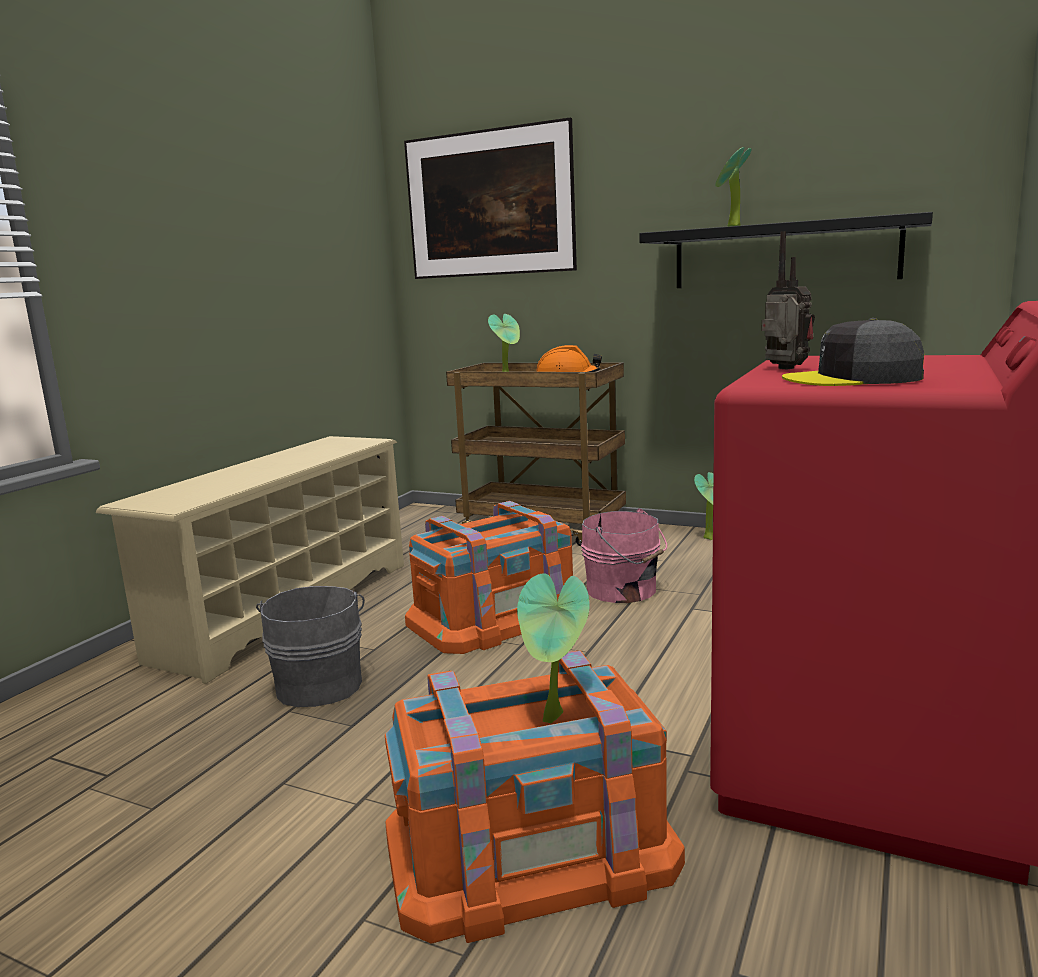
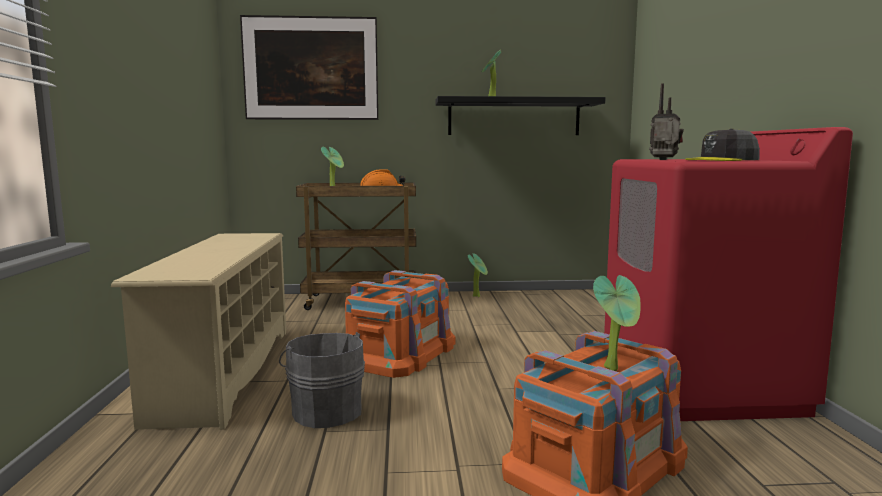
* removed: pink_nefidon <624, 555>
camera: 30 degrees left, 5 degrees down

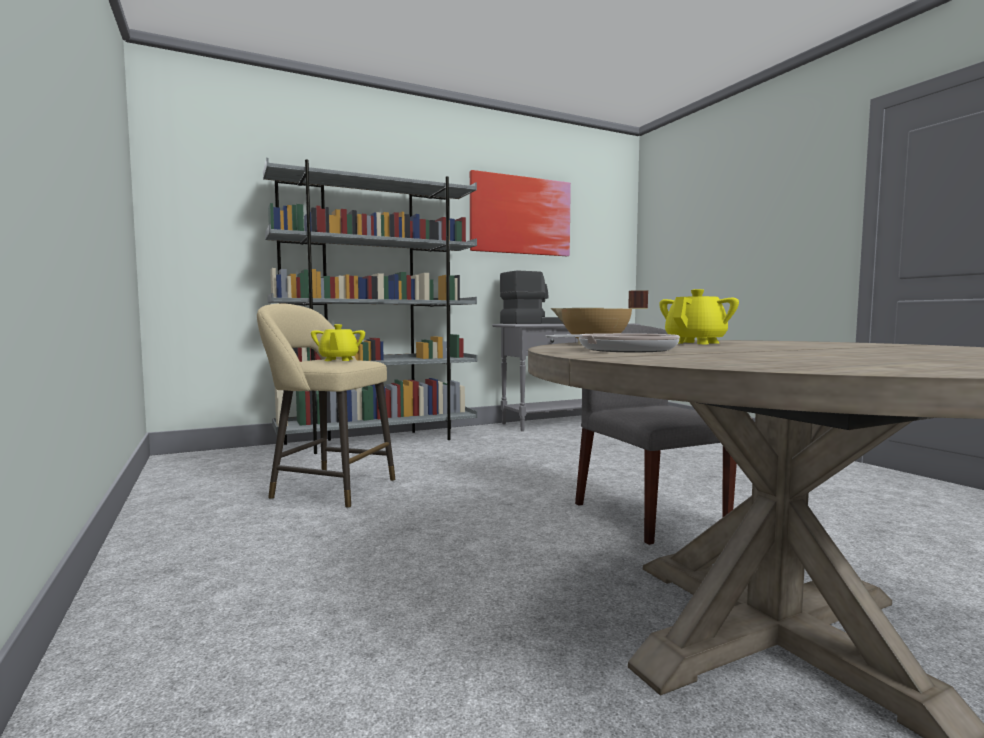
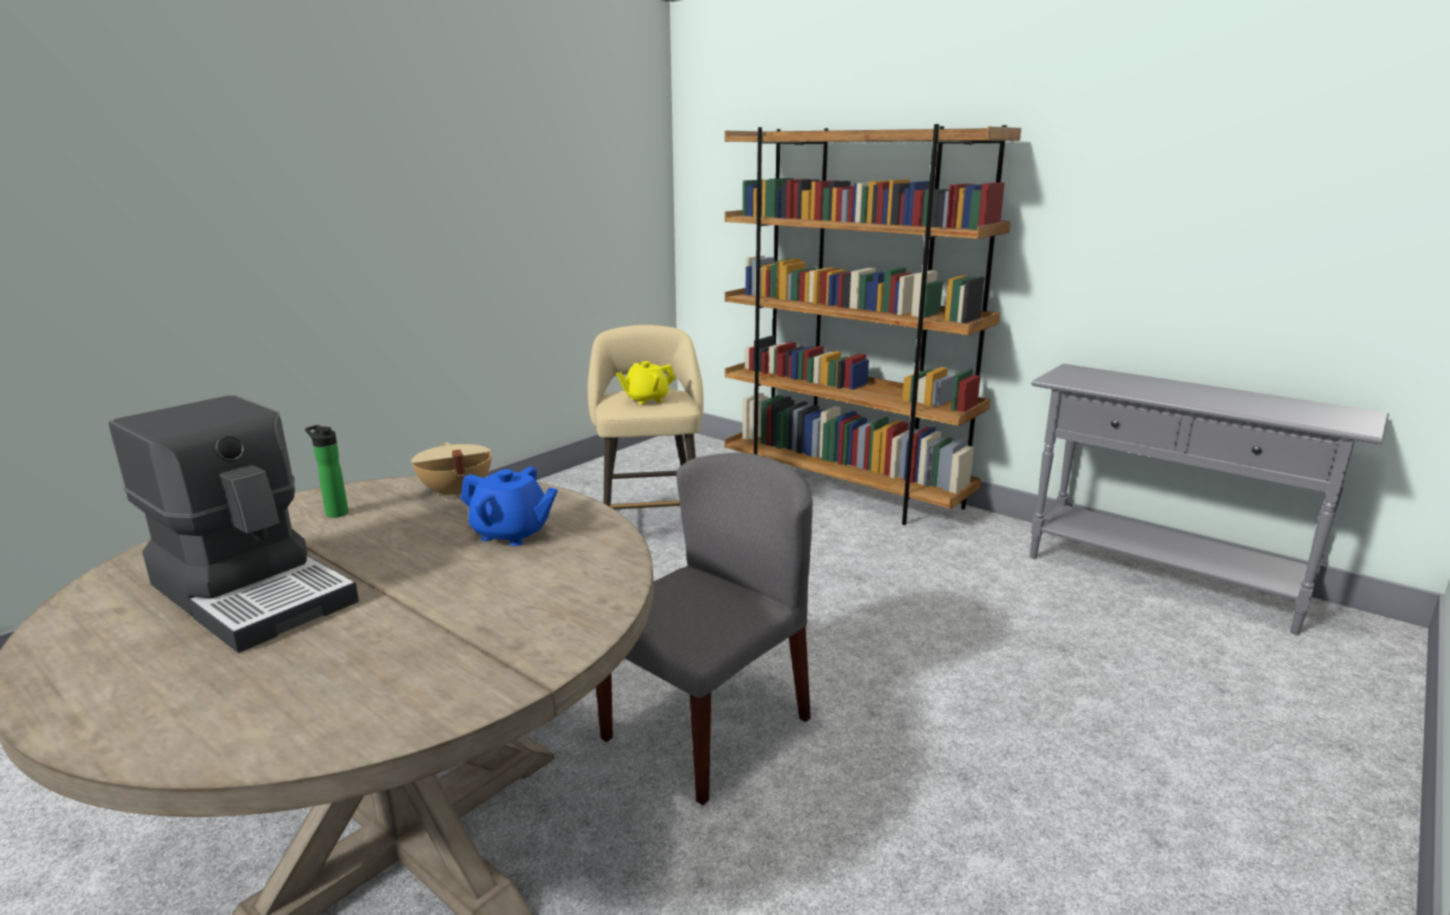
* removed: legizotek <520, 213>
* moved: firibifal <531, 297> to <234, 524>
* replaced: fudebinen <613, 342> to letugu <326, 471>
* recoloured: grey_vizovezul <370, 306> to brown_vizovezul <873, 324>
* recoloured: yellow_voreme <699, 316> to blue_voreme <509, 506>
camera: 65 degrees right, 15 degrees up

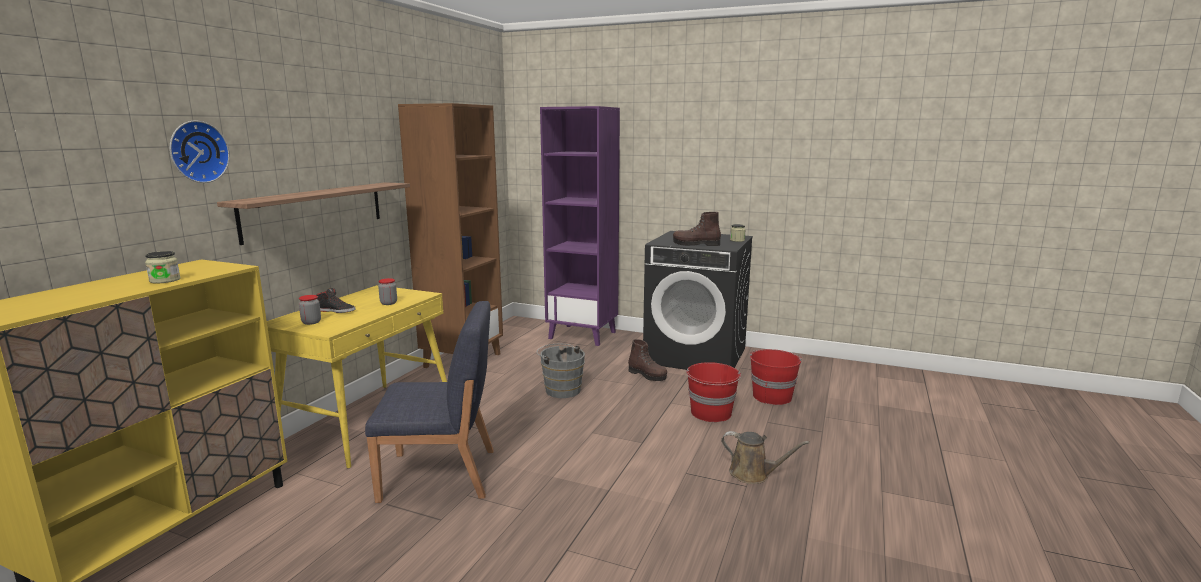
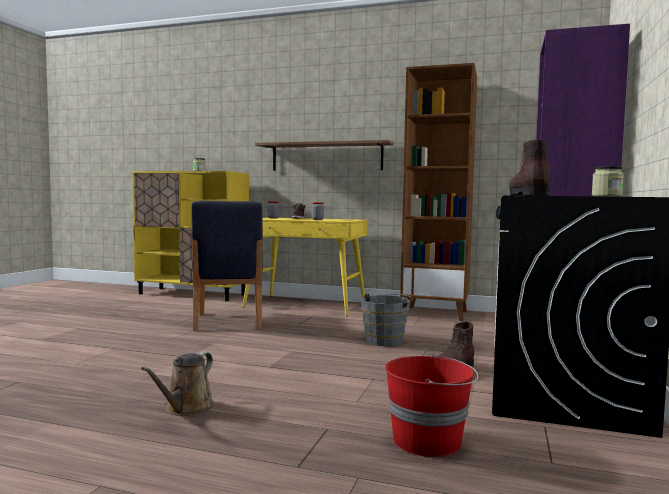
* removed: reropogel <200, 151>
* removed: red_nefidon <713, 392>
camera: 85 degrees right, 10 degrees down

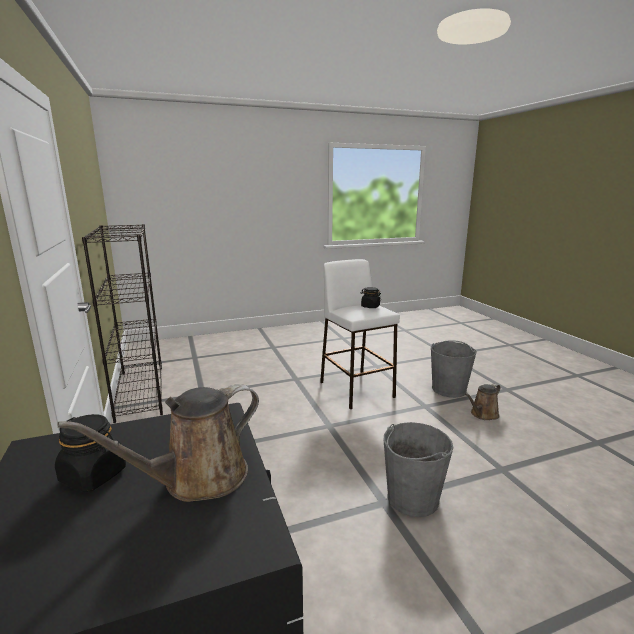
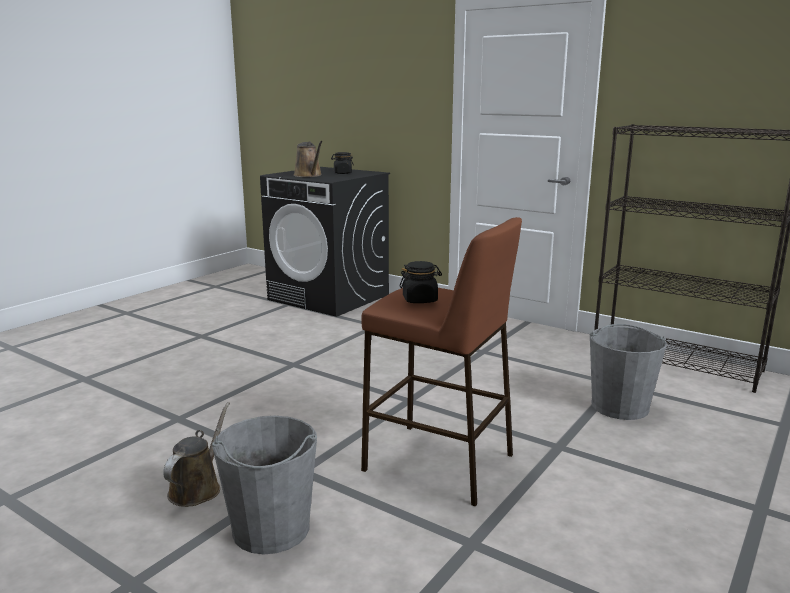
* moved: grey_nefidon <418, 469> to <628, 372>
* recoloured: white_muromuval <360, 334> to brown_muromuval <441, 361>
* turned: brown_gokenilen <158, 443> = <308, 159> 135 degrees clockwise
camera: 145 degrees right, 0 degrees up

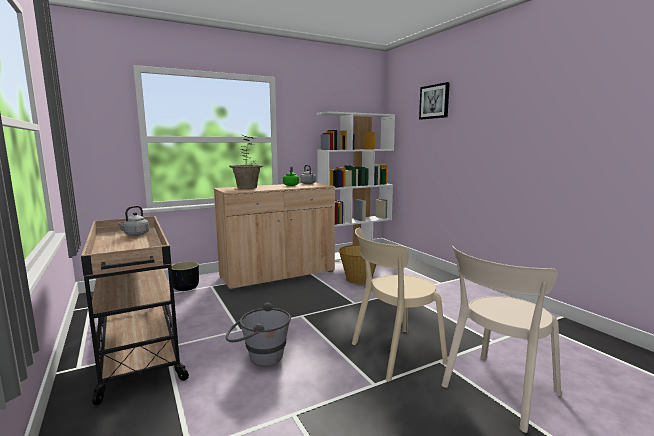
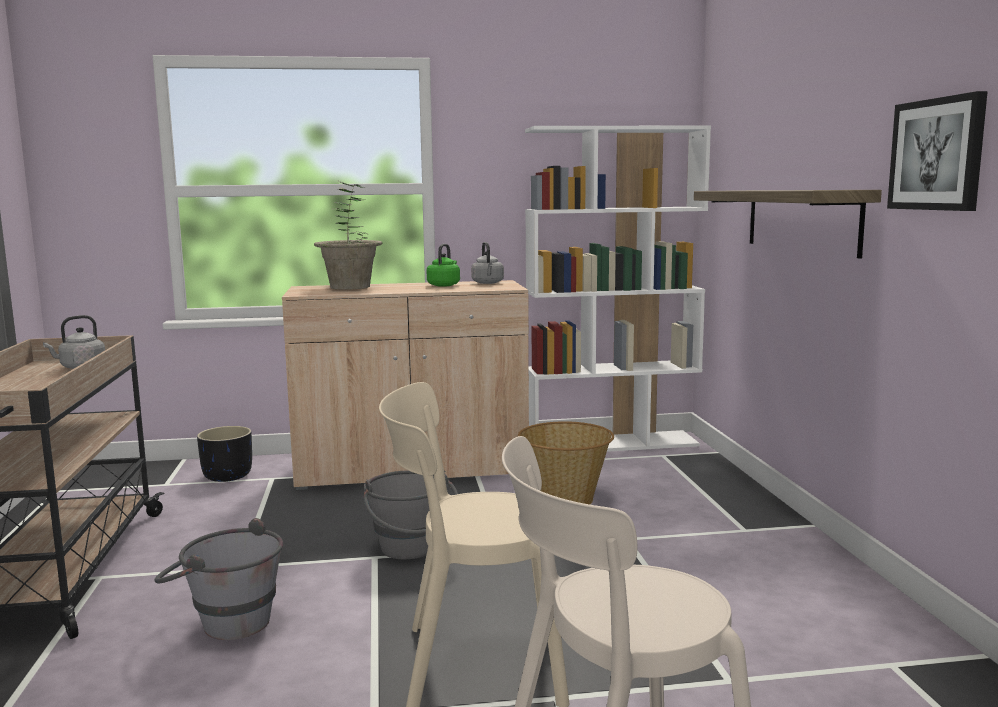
* added: grey_nefidon <411, 514>
* added: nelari <788, 224>
* moved: legizotek <434, 101> to <937, 151>
camera: 20 degrees right, 0 degrees up

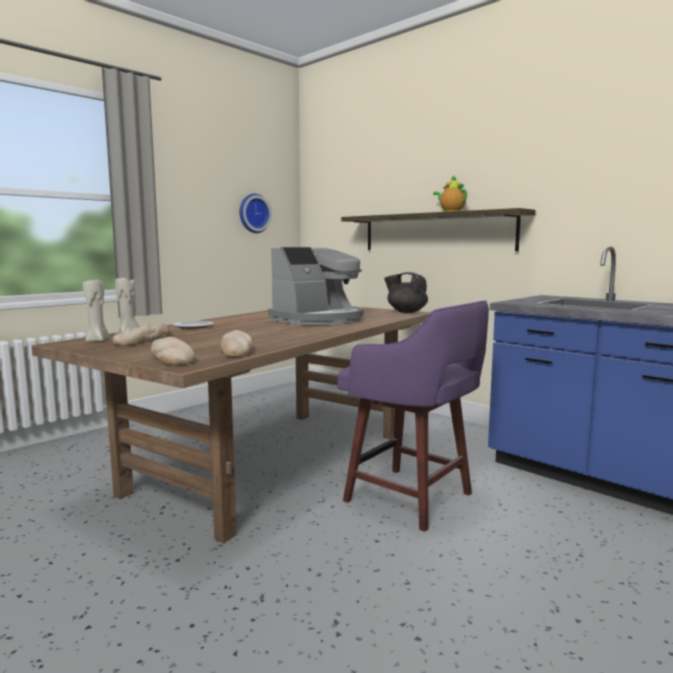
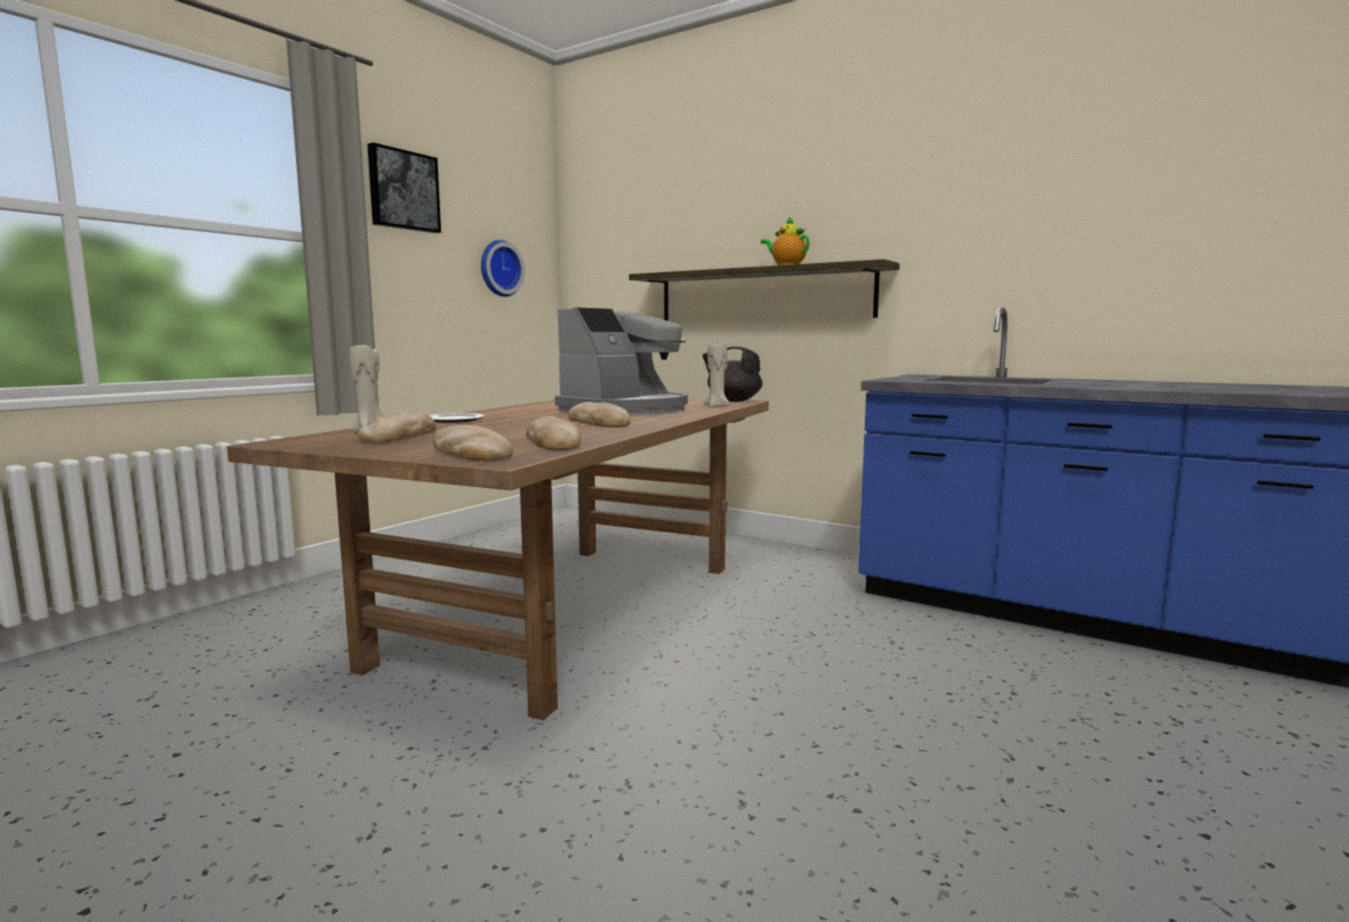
* removed: purple_muromuval <413, 416>
* added: legizotek <404, 188>
* added: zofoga <599, 415>
* moved: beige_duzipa <96, 311> to <716, 375>
camera: 10 degrees left, 0 degrees up

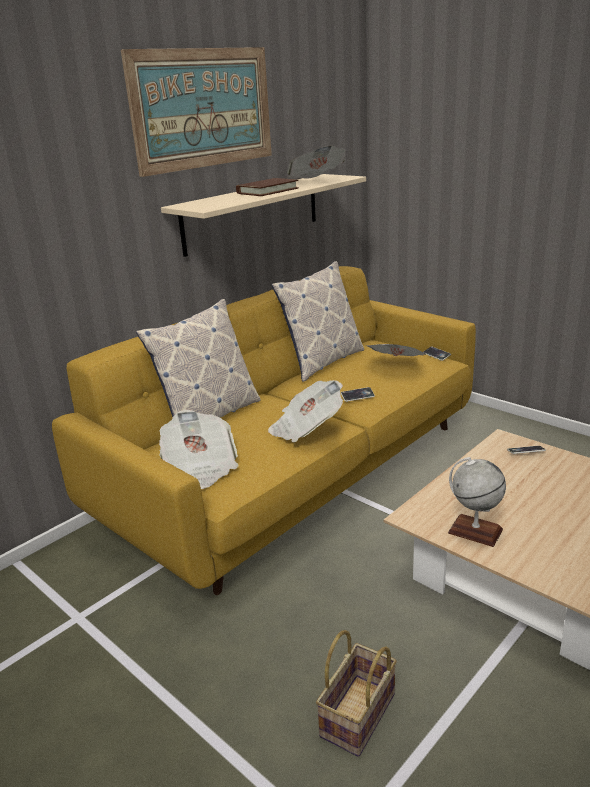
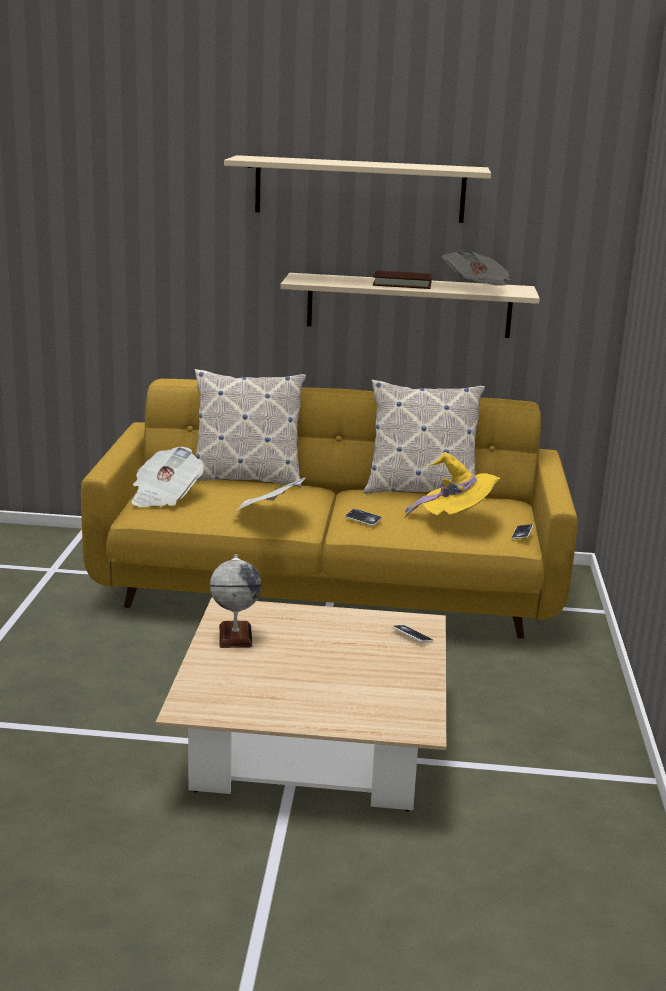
* removed: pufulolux <356, 693>
* replaced: legizotek <196, 112> to beige_nelari <357, 189>
* replaced: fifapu <395, 350> to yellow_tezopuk <452, 485>
camera: 50 degrees right, 5 degrees down

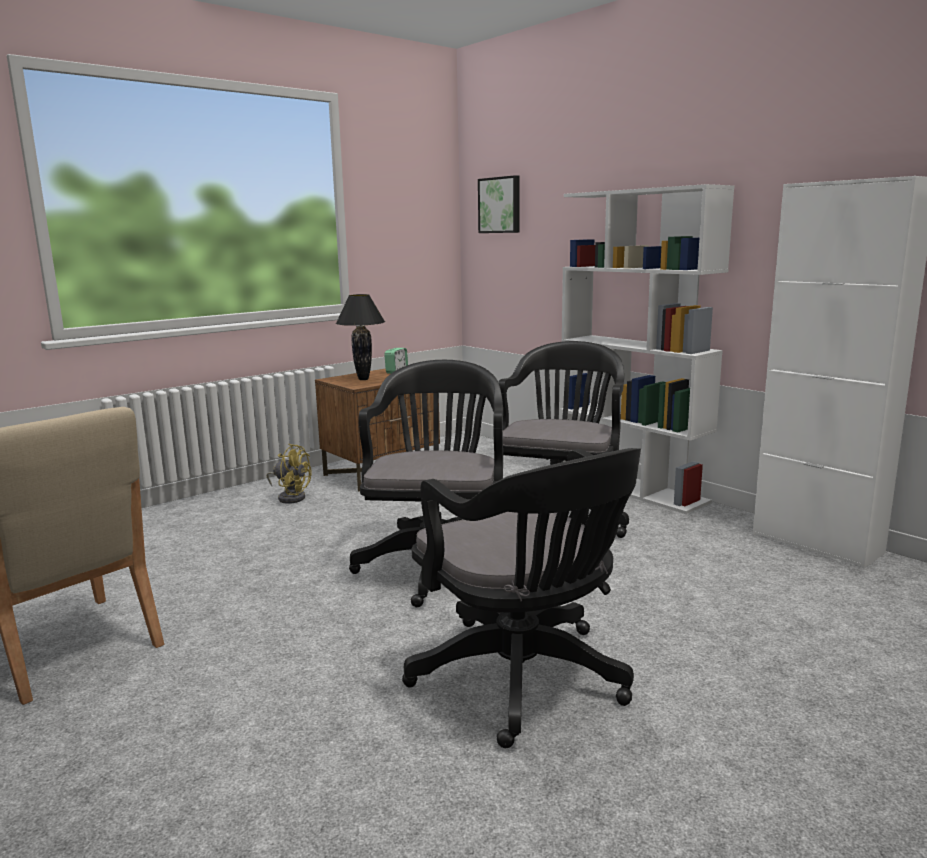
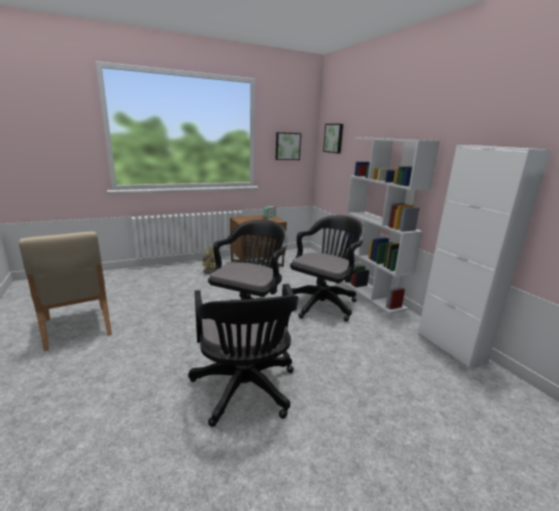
* removed: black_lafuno <360, 337>
* added: legizotek <288, 146>
camera: 15 degrees right, 5 degrees up

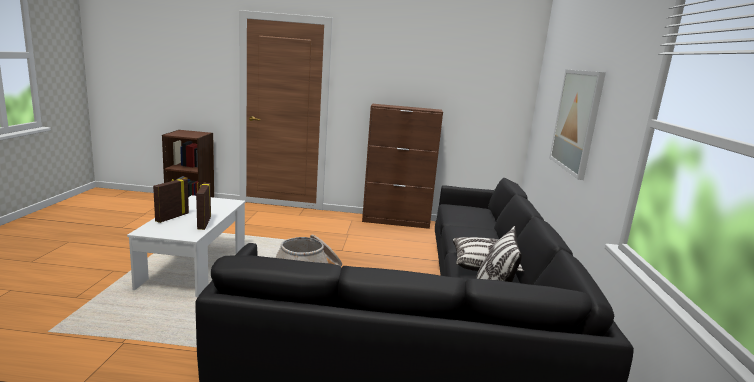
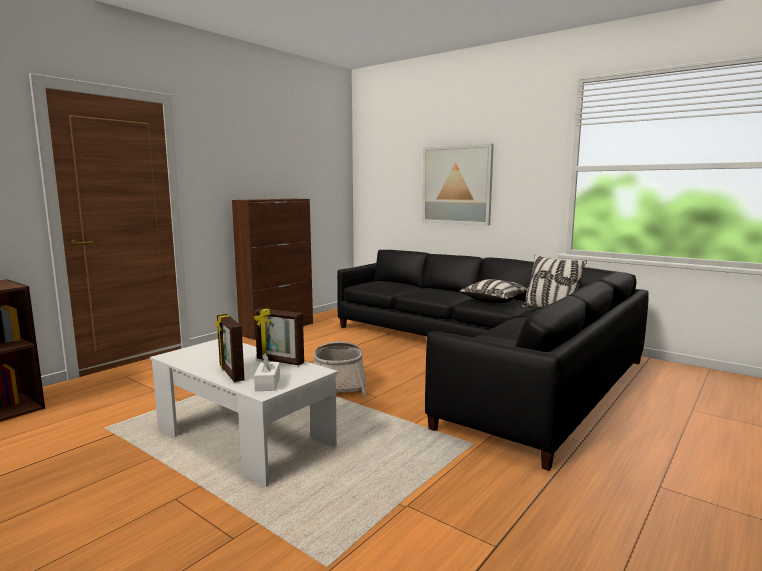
* added: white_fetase <267, 372>
camera: 55 degrees left, 5 degrees down

